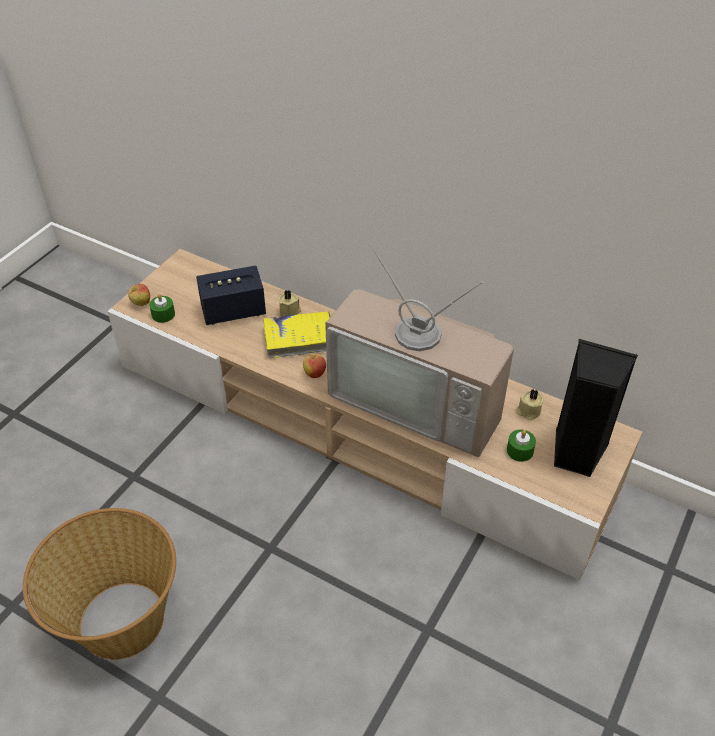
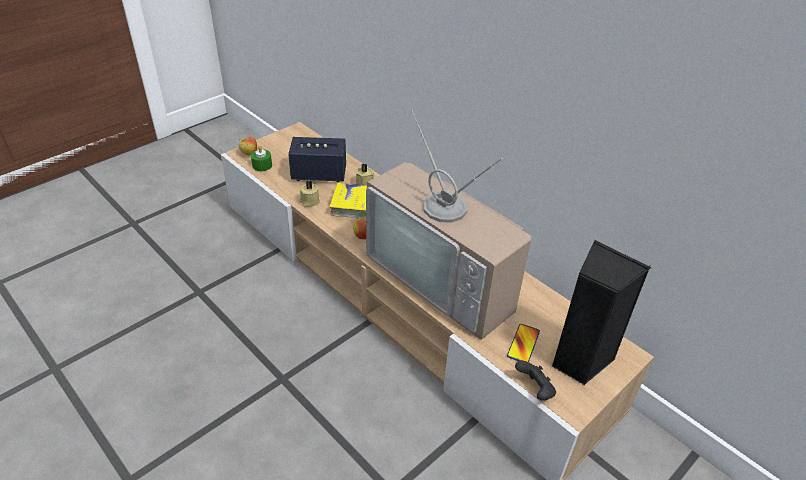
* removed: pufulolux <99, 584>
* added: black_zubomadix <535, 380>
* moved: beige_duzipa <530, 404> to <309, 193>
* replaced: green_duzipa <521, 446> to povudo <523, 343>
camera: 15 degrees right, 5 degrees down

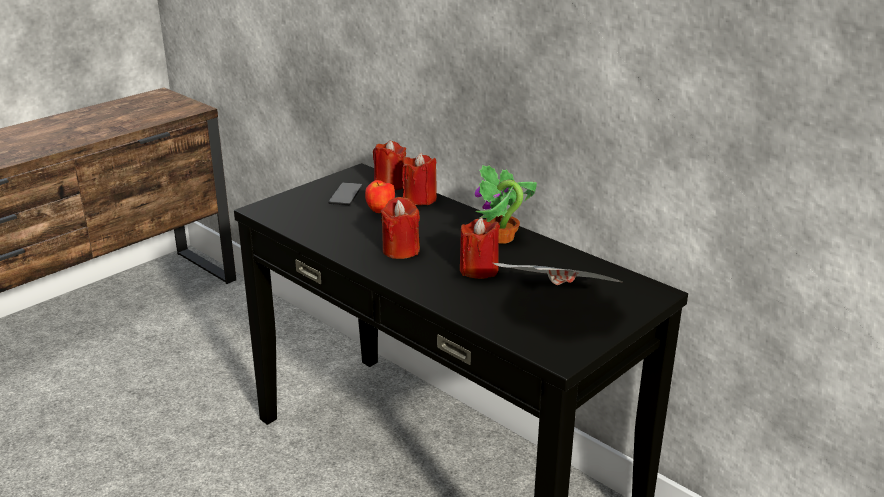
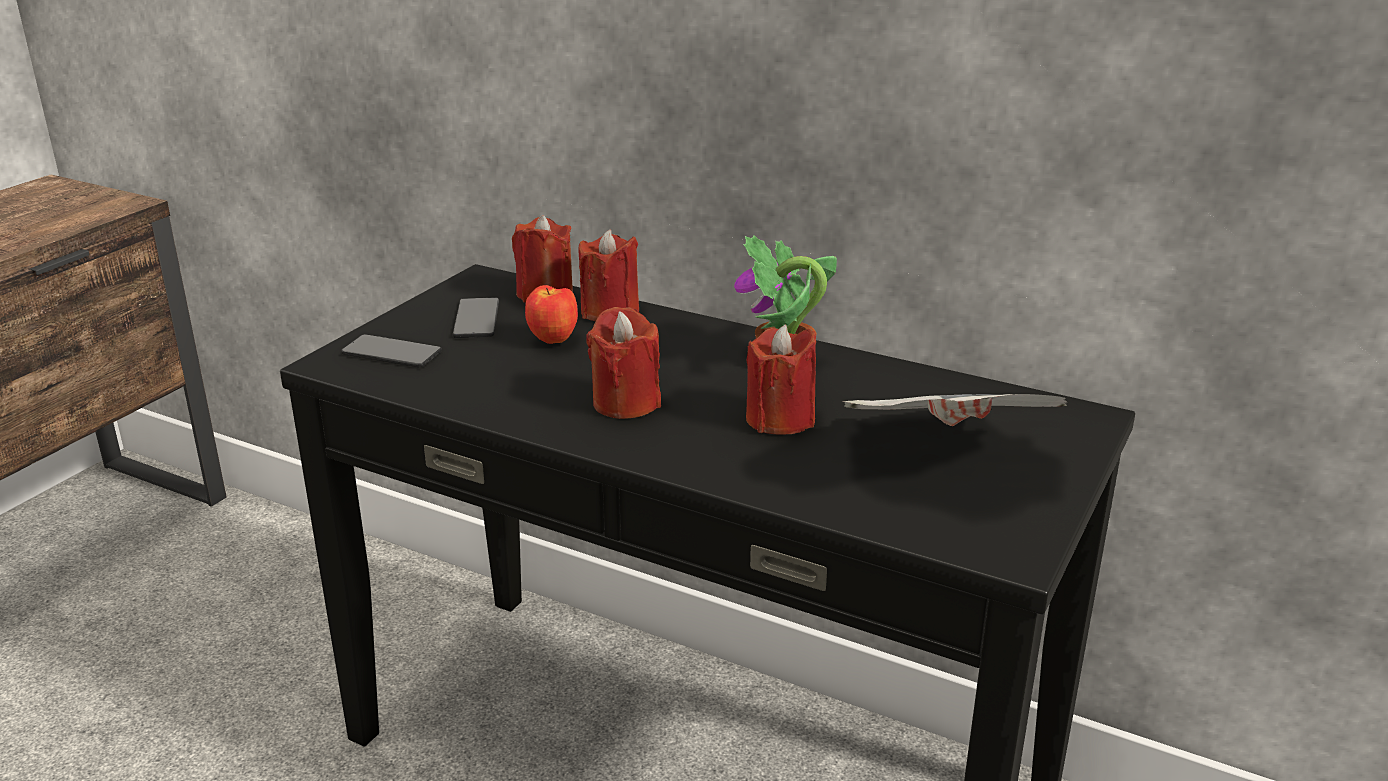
* added: povudo <391, 351>
camera: 15 degrees left, 0 degrees up

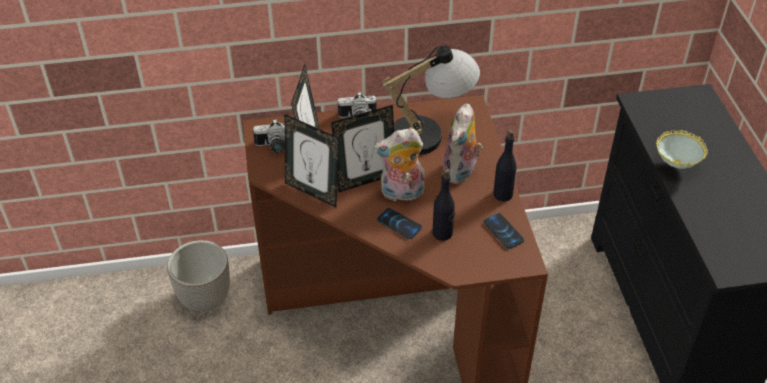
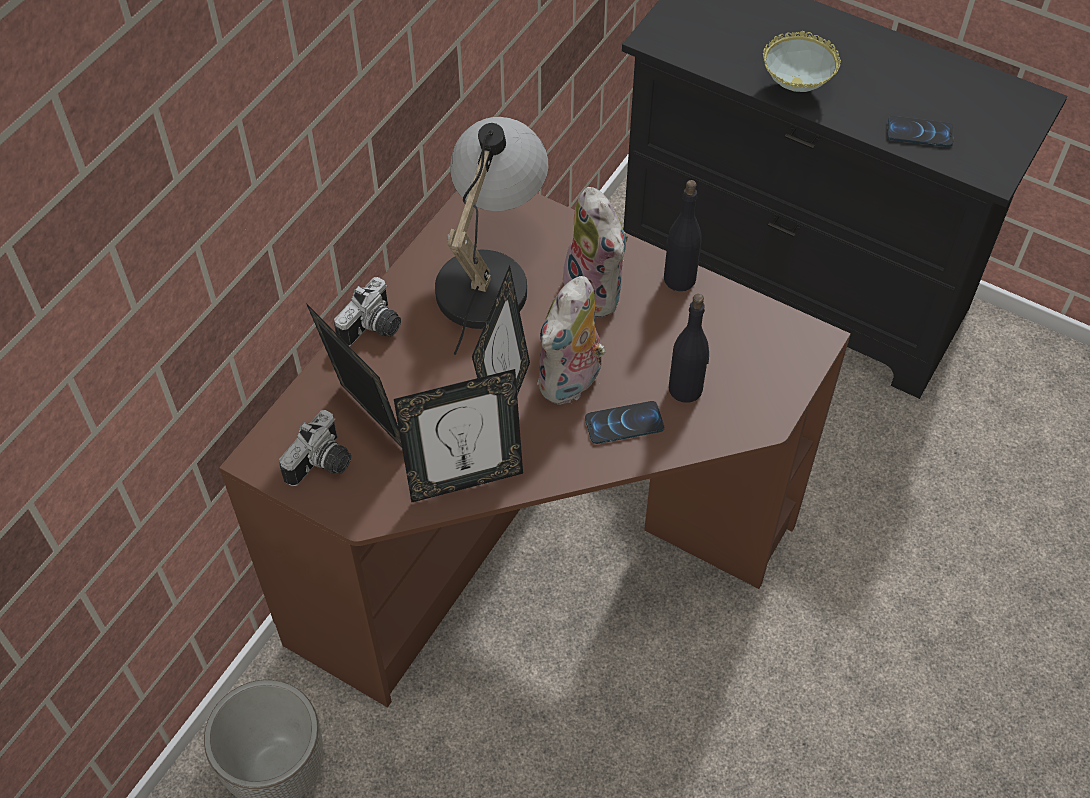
* moved: povudo <503, 231> to <920, 131>
camera: 50 degrees left, 10 degrees up

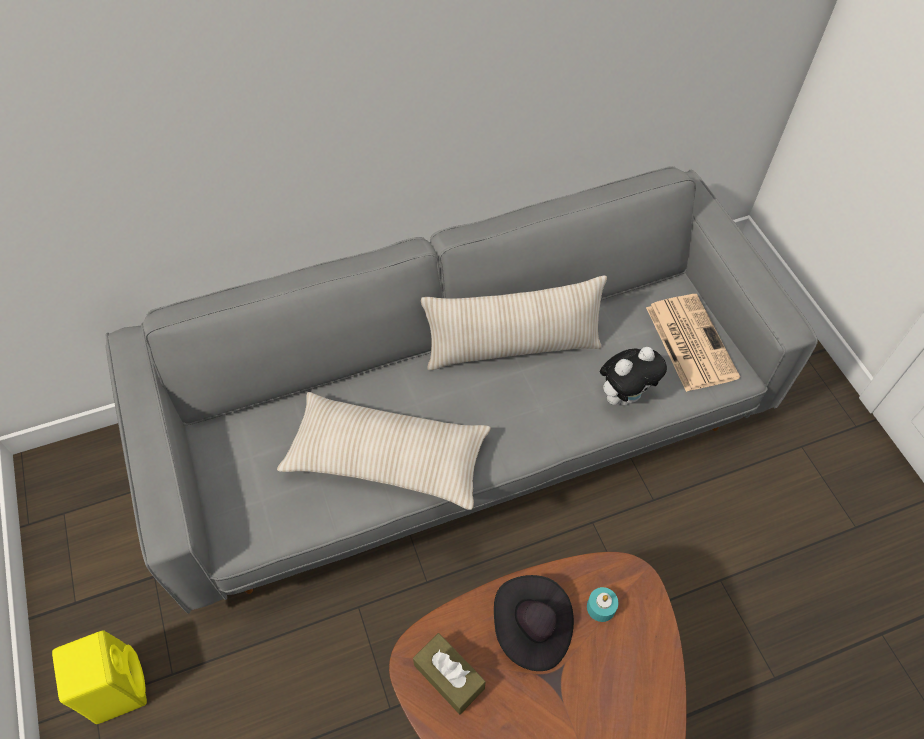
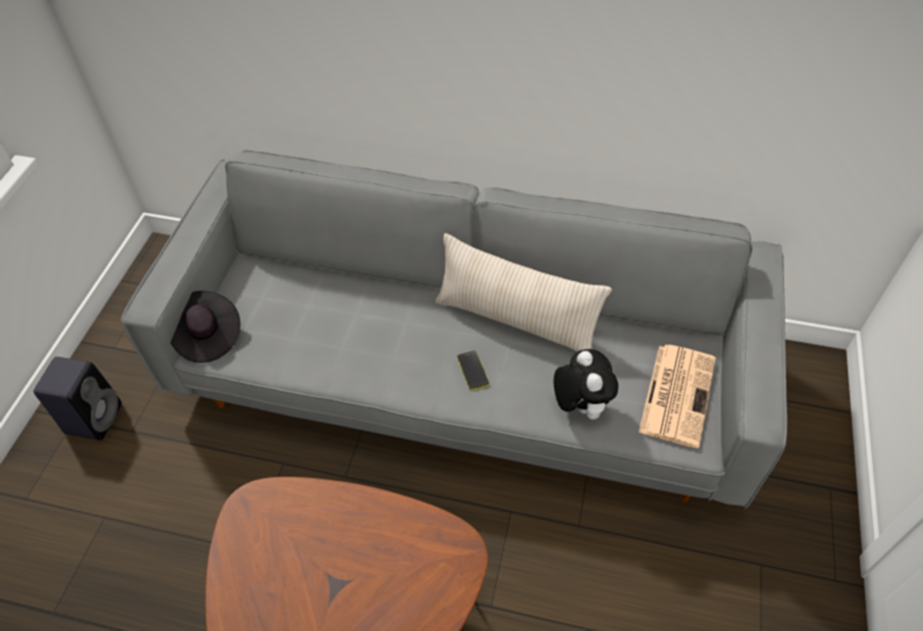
* removed: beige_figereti <384, 451>
* removed: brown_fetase <449, 673>
* removed: turquoise_duzipa <603, 604>
* added: povudo <473, 370>
* moved: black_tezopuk <534, 623> to <205, 327>
* recoloured: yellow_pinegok <99, 677> to black_pinegok <77, 398>
* turned: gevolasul <633, 376> = <586, 384> 105 degrees counterclockwise
camera: 35 degrees right, 5 degrees down

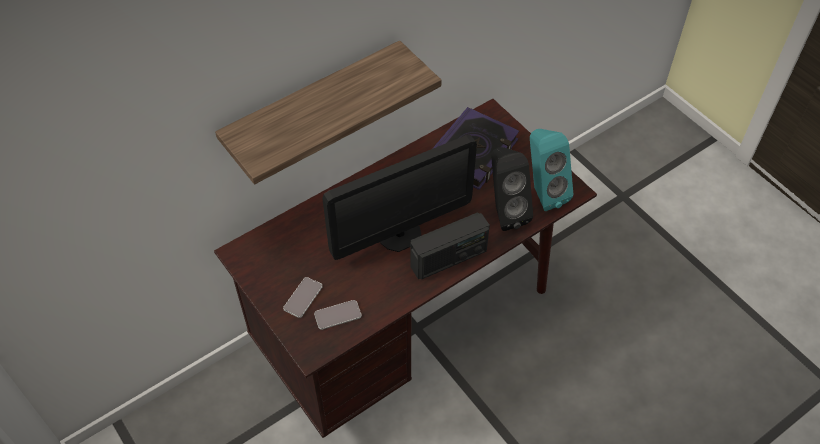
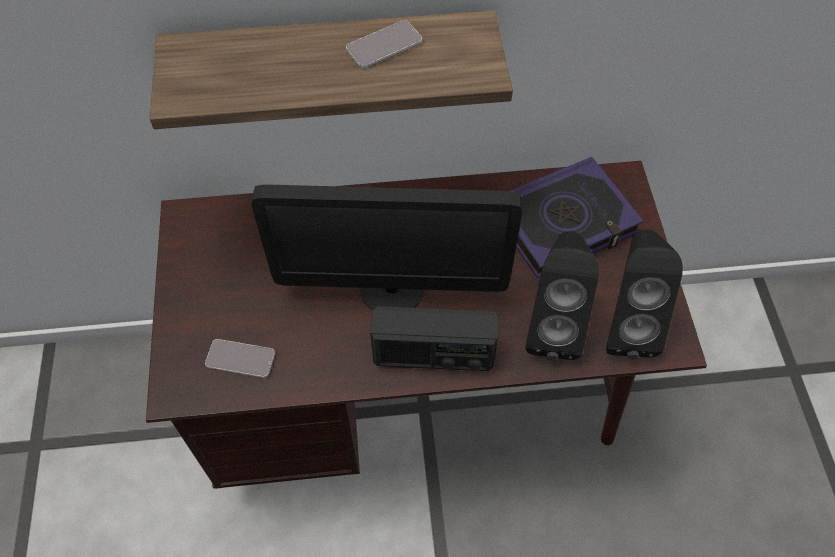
* moved: povudo <302, 297> to <384, 44>
* recoloured: turquoise_pinegok <552, 170> to black_pinegok <644, 294>
camera: 30 degrees right, 5 degrees up

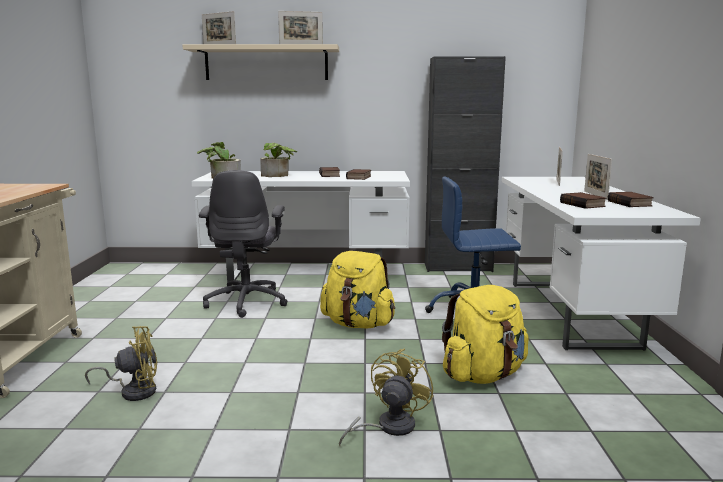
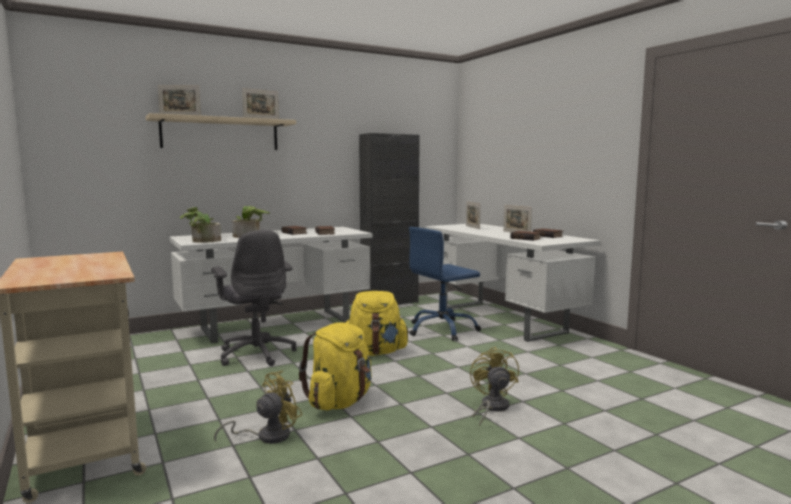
* moved: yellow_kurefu <485, 334> to <335, 366>
camera: 30 degrees left, 5 degrees down

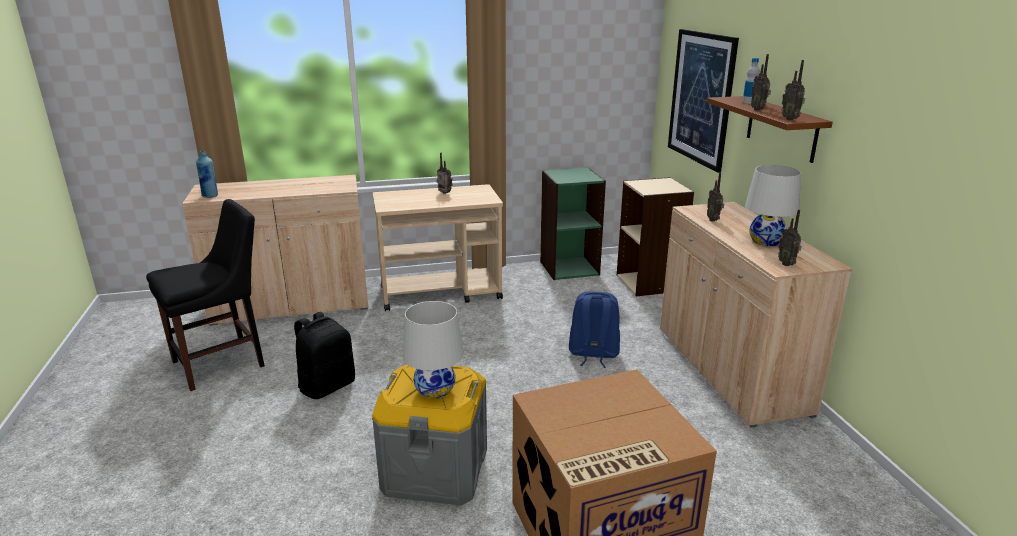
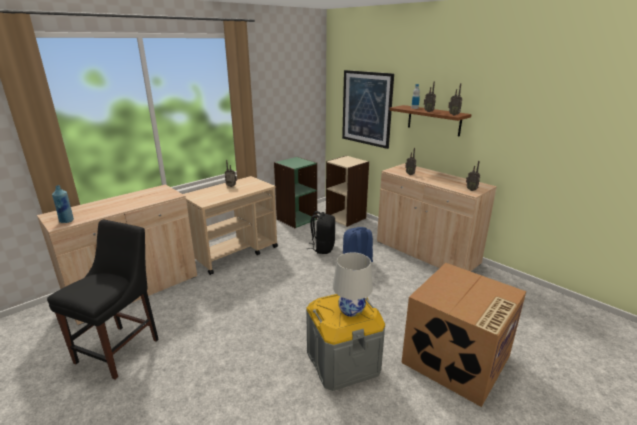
* removed: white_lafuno <773, 205>
* moved: black_kurefu <324, 355> to <321, 232>
camera: 30 degrees left, 0 degrees up

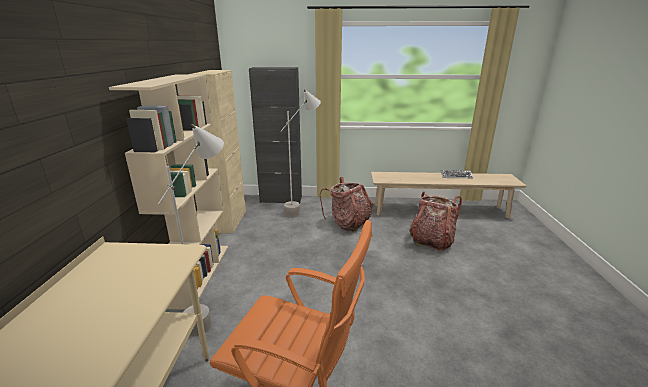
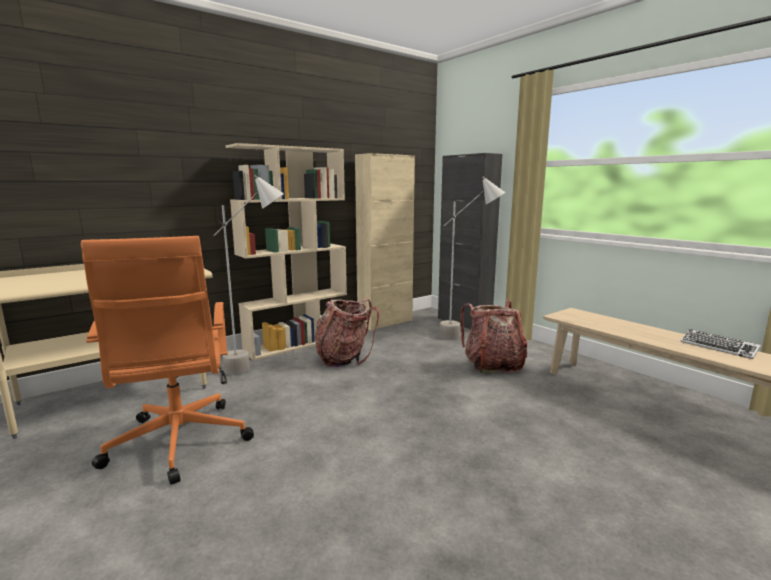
* moved: kurefu <435, 221> to <347, 333>
camera: 50 degrees right, 10 degrees down

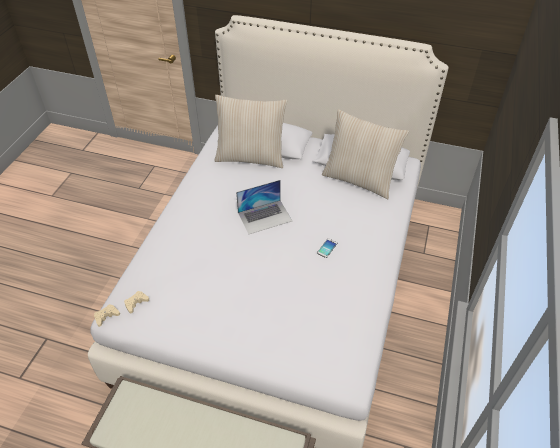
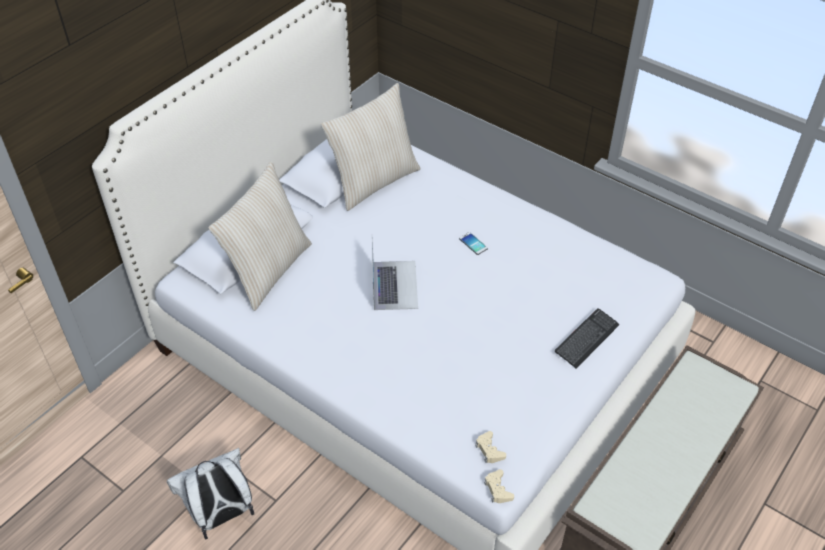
* added: white_kurefu <210, 494>
* added: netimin <587, 338>
camera: 70 degrees left, 0 degrees up

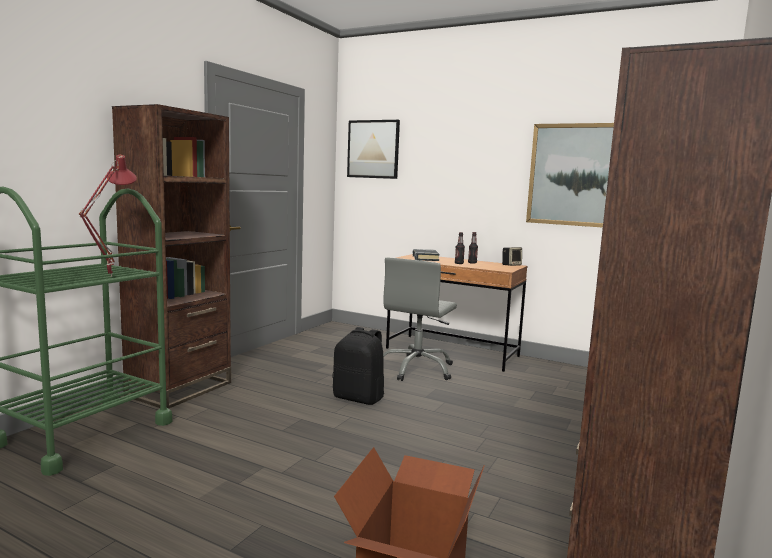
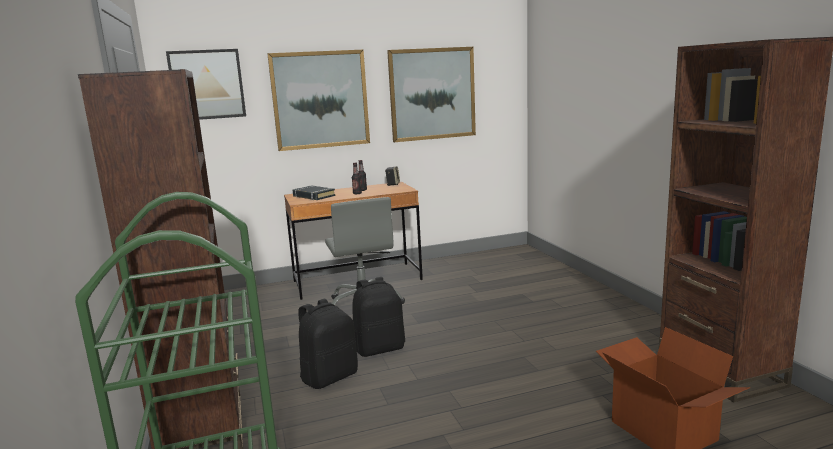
* removed: red_lafuno <108, 216>
* added: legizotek <318, 100>
* added: black_kurefu <328, 344>
camera: 45 degrees left, 5 degrees up

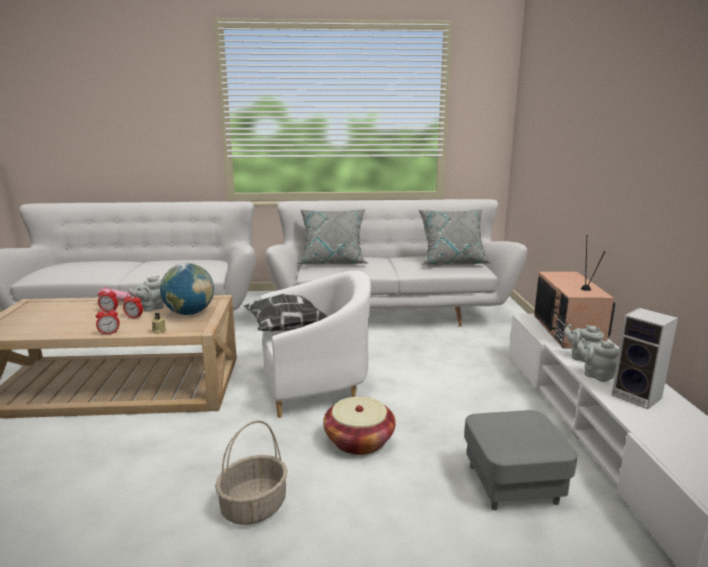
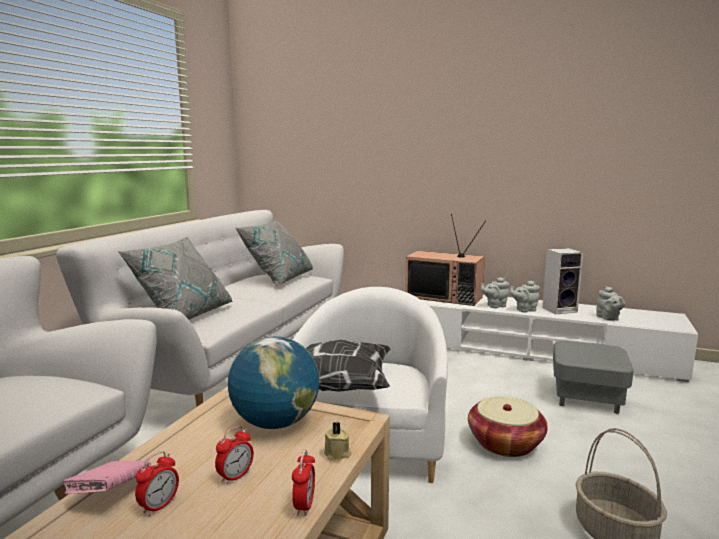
* moved: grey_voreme <146, 294> to <611, 303>
camera: 65 degrees left, 5 degrees down

